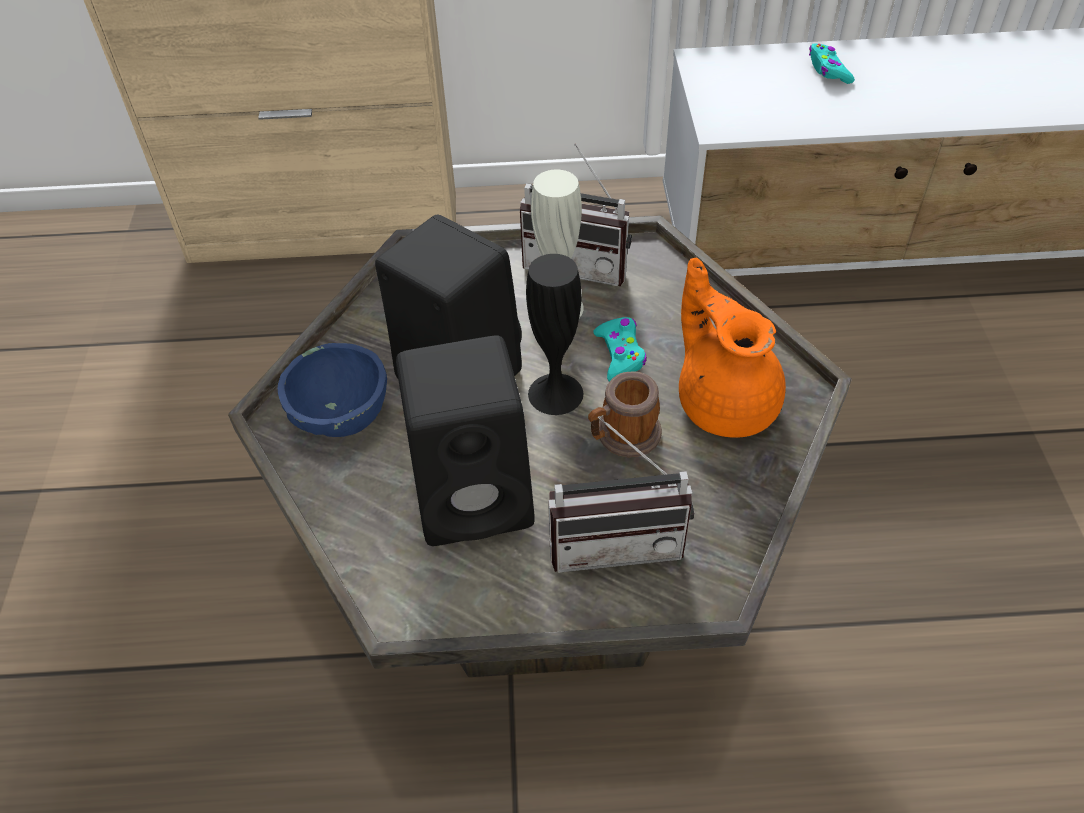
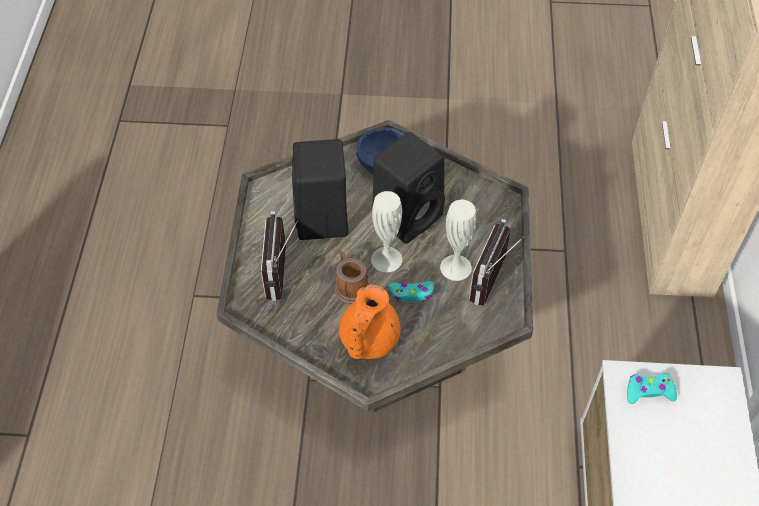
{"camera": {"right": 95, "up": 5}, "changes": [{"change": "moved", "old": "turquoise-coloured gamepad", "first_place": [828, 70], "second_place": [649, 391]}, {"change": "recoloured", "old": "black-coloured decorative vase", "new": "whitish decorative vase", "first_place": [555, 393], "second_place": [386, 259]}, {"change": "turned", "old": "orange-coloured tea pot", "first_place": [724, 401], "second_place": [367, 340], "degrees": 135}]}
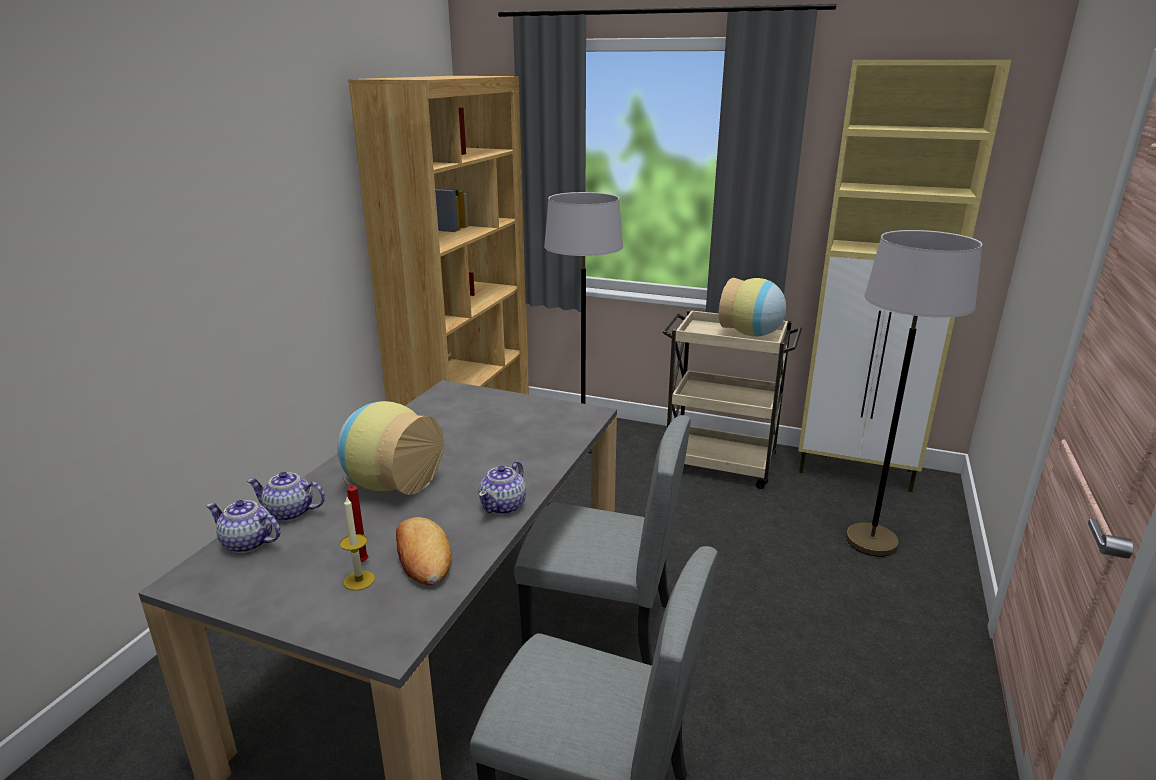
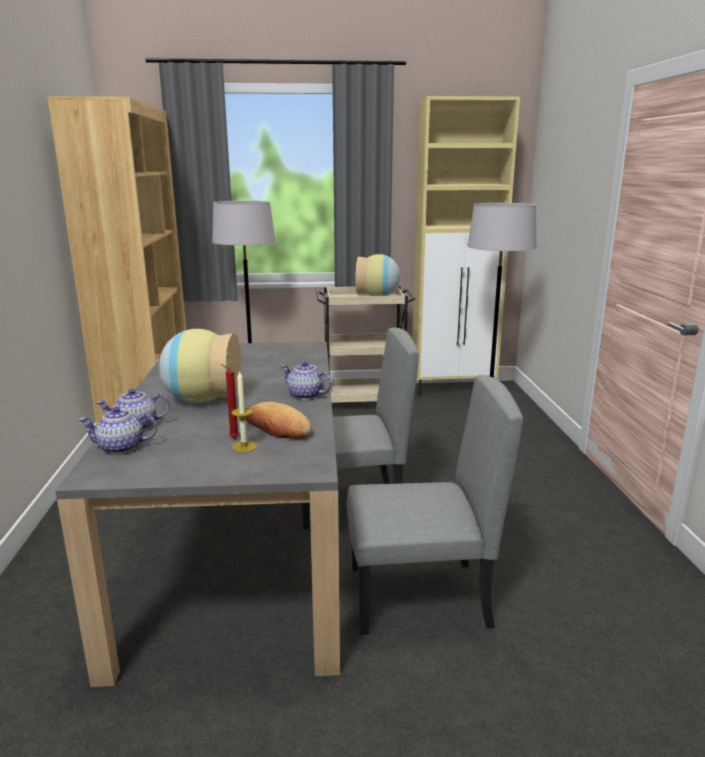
{"camera": {"right": -25, "up": -5}, "changes": [{"change": "turned", "old": "tea pot", "first_place": [504, 506], "second_place": [306, 395], "degrees": 120}]}
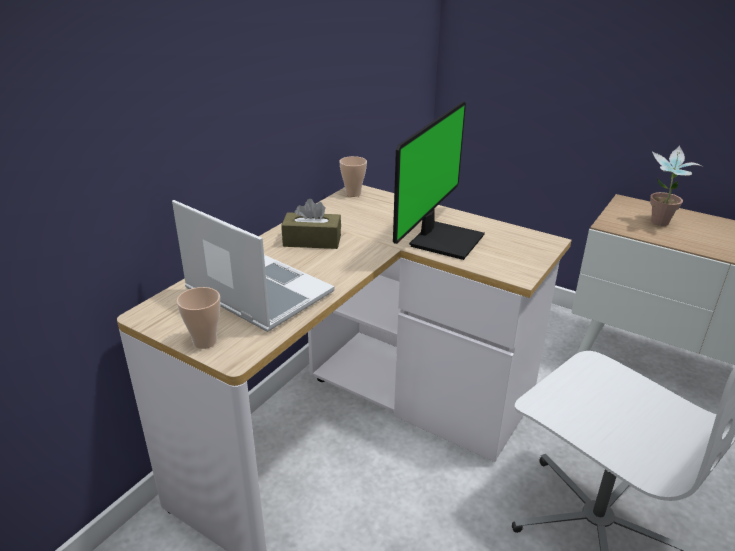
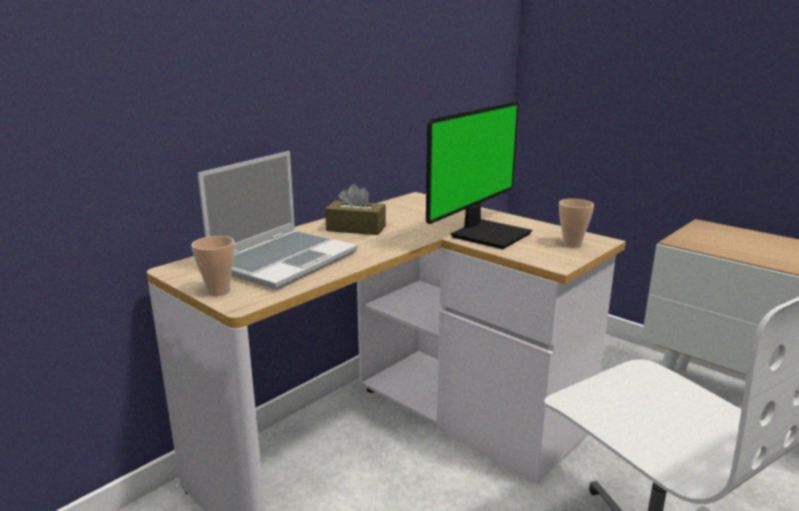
{"camera": {"right": 10, "up": -10}, "changes": [{"change": "removed", "old": "houseplant", "first_place": [659, 225]}, {"change": "moved", "old": "drinking cup", "first_place": [353, 194], "second_place": [572, 244]}, {"change": "turned", "old": "laptop", "first_place": [256, 292], "second_place": [284, 260], "degrees": 75}]}
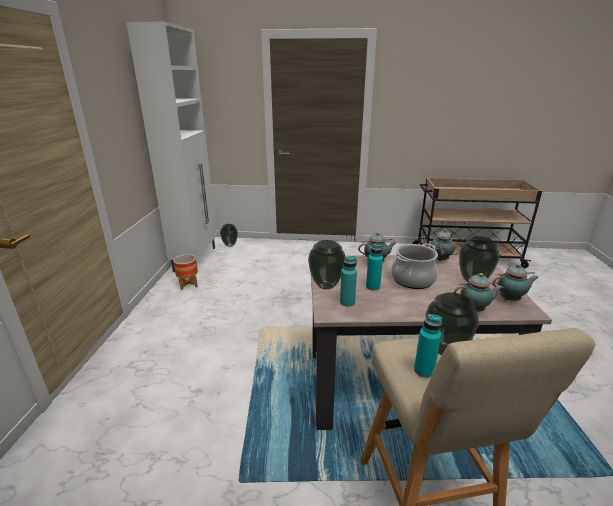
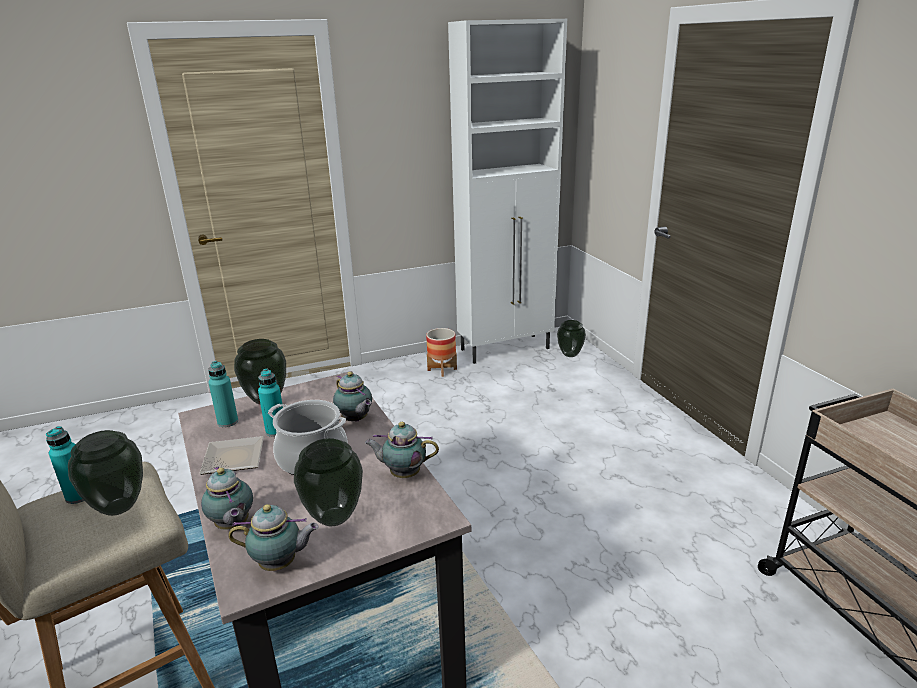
{"camera": {"right": 65, "up": 0}, "changes": [{"change": "added", "new": "dinner plate", "second_place": [231, 460]}, {"change": "turned", "old": "tea pot", "first_place": [511, 299], "second_place": [280, 564], "degrees": -60}]}
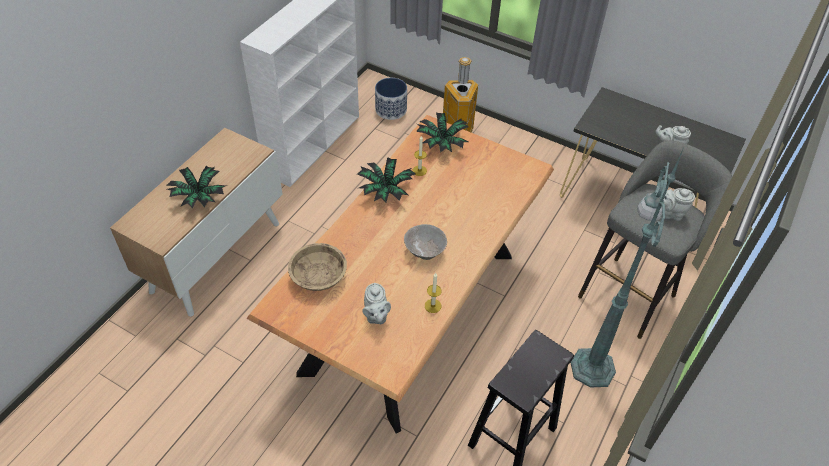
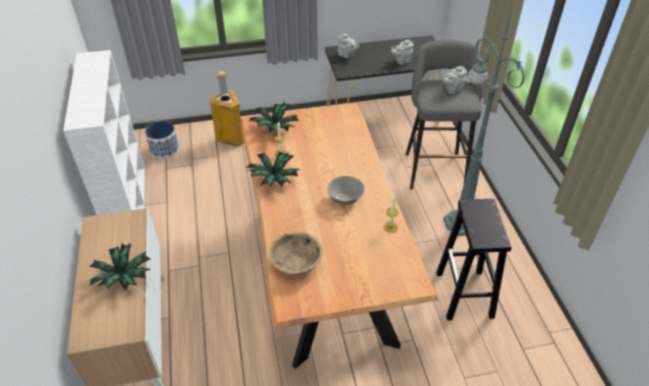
{"camera": {"right": -40, "up": -5}, "changes": [{"change": "moved", "old": "greyish tea pot", "first_place": [376, 316], "second_place": [347, 55]}]}
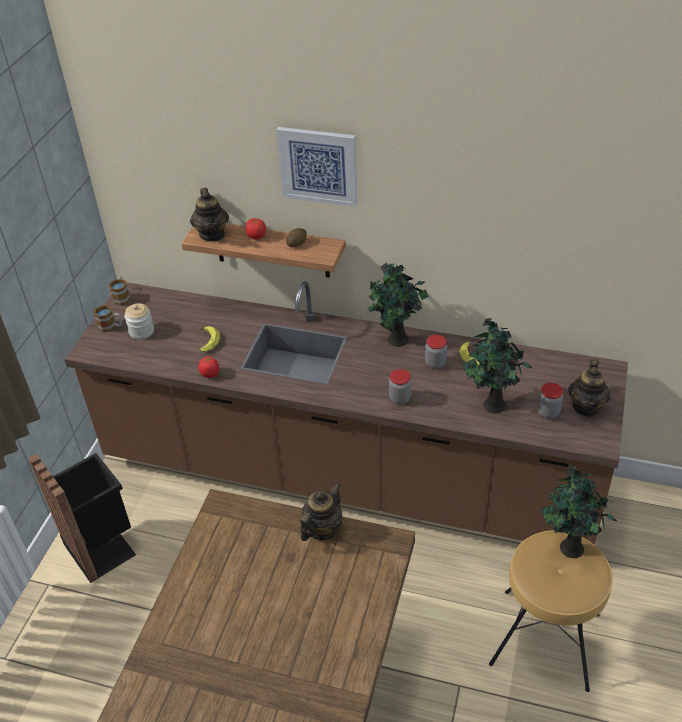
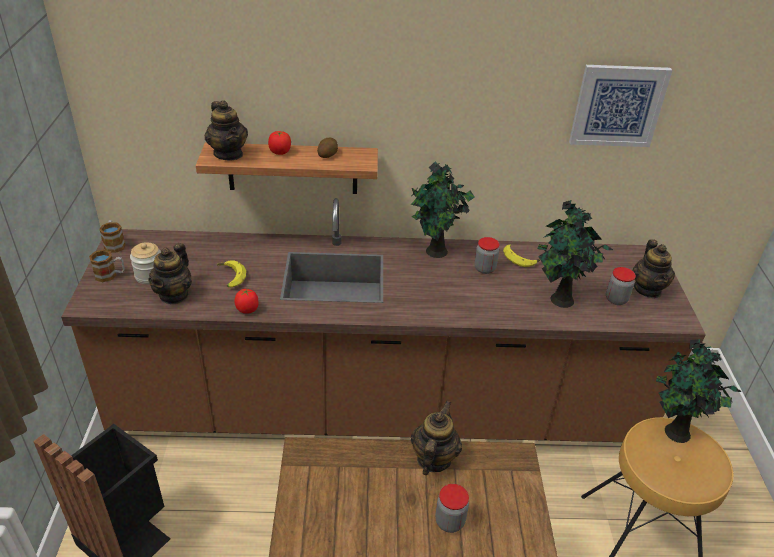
{"camera": {"right": -20, "up": -5}, "changes": [{"change": "added", "new": "tea pot", "second_place": [174, 295]}, {"change": "moved", "old": "wall art", "first_place": [318, 166], "second_place": [618, 105]}, {"change": "moved", "old": "jar", "first_place": [400, 398], "second_place": [449, 521]}]}
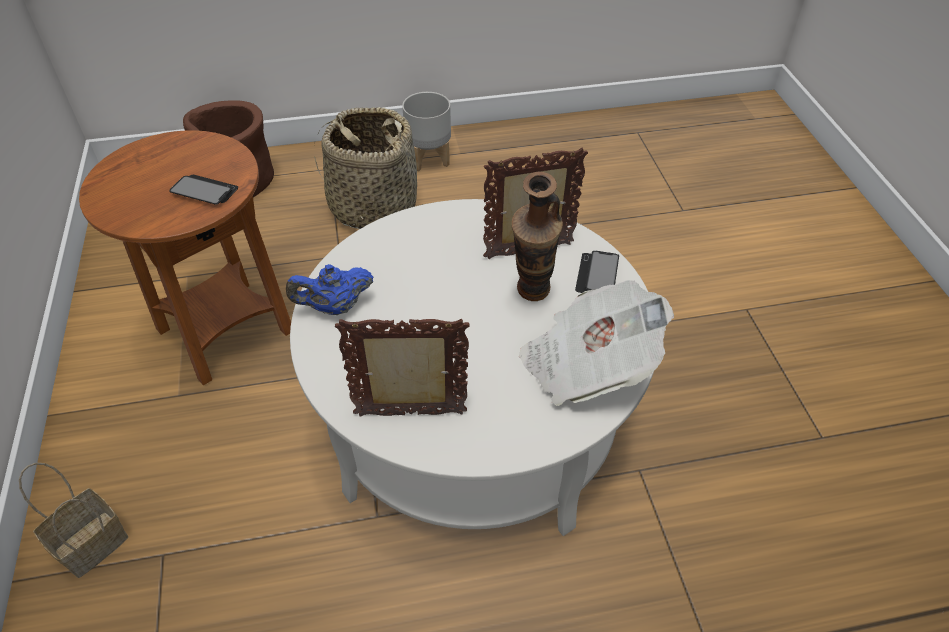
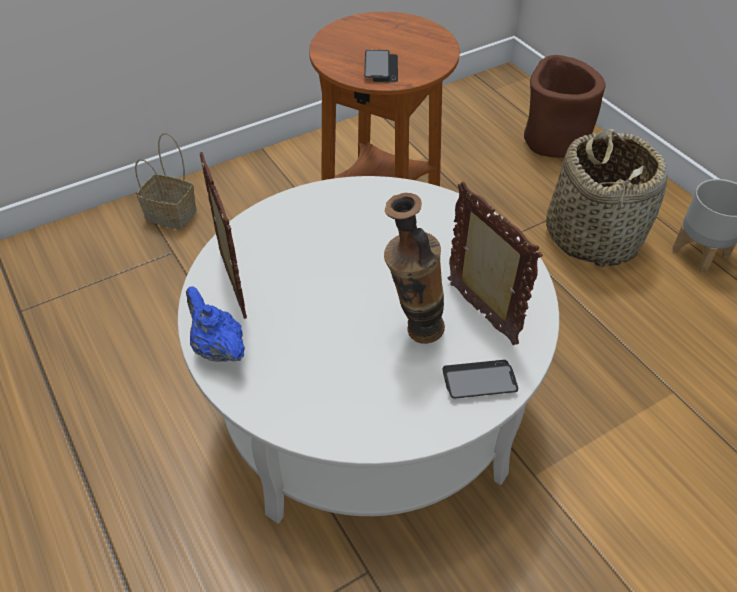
{"camera": {"right": 70, "up": 0}, "changes": [{"change": "removed", "old": "printed paper", "first_place": [588, 365]}, {"change": "moved", "old": "blue tea pot", "first_place": [334, 307], "second_place": [217, 348]}]}
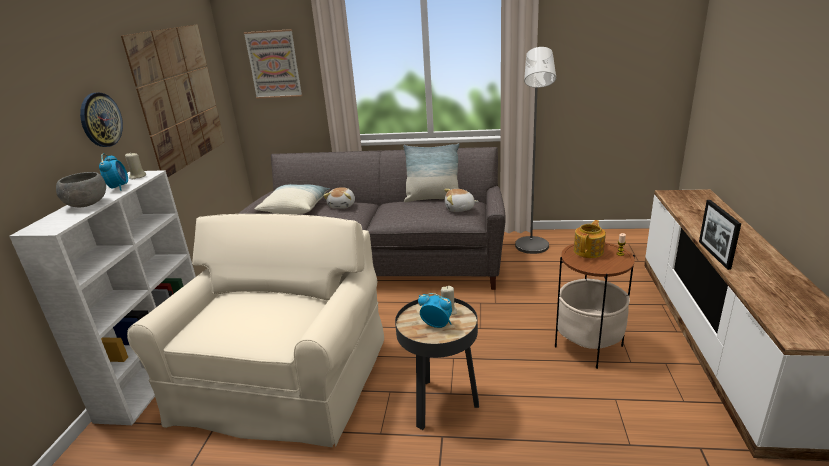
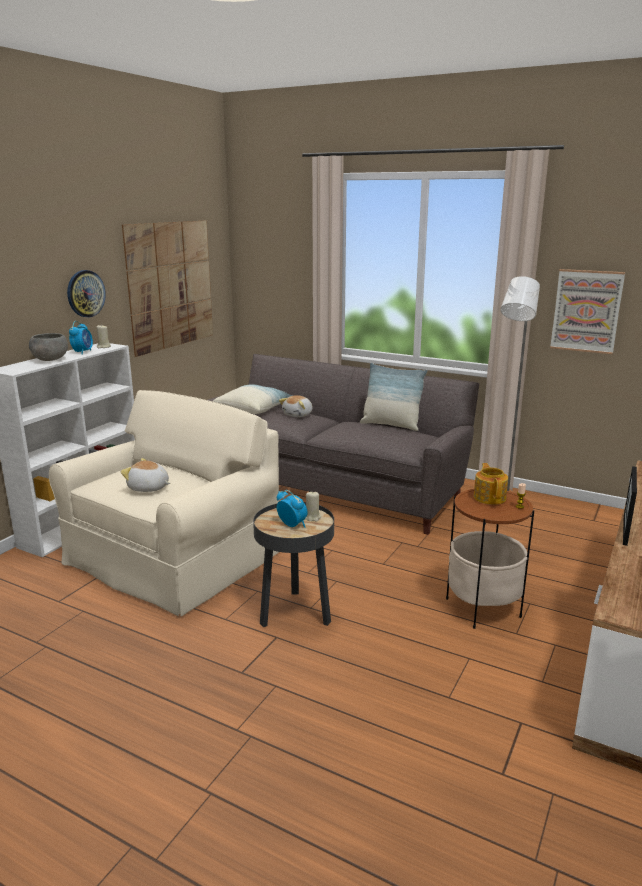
{"camera": {"right": 20, "up": -5}, "changes": [{"change": "moved", "old": "wall art", "first_place": [274, 64], "second_place": [586, 311]}, {"change": "moved", "old": "plush toy", "first_place": [459, 209], "second_place": [148, 488]}, {"change": "turned", "old": "tea pot", "first_place": [589, 251], "second_place": [490, 497], "degrees": -60}]}
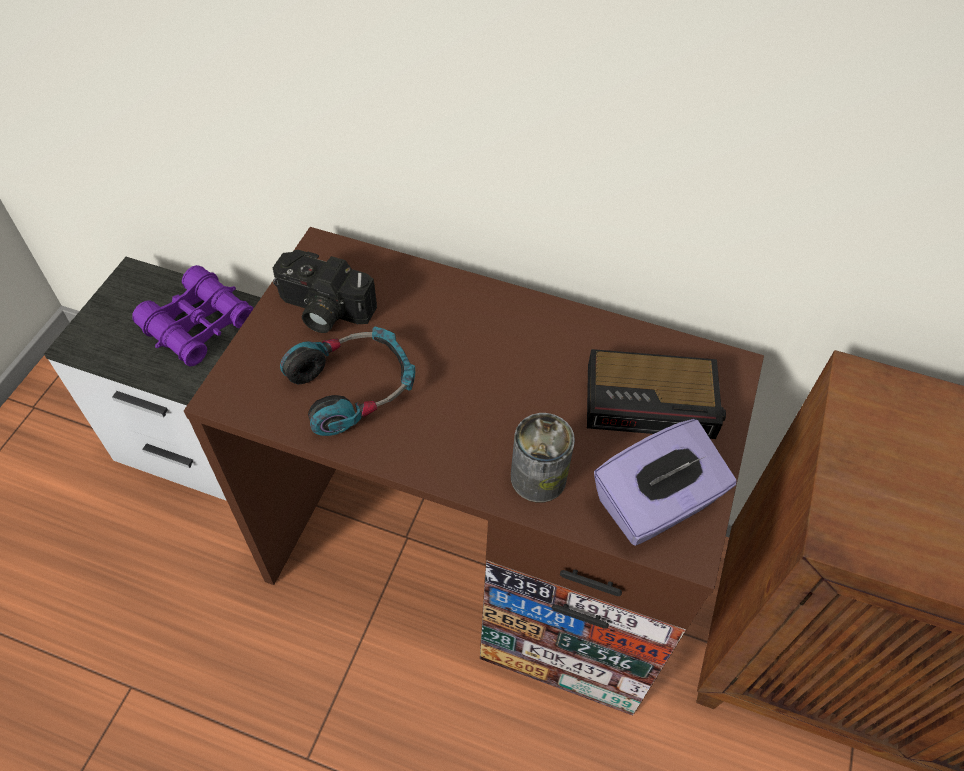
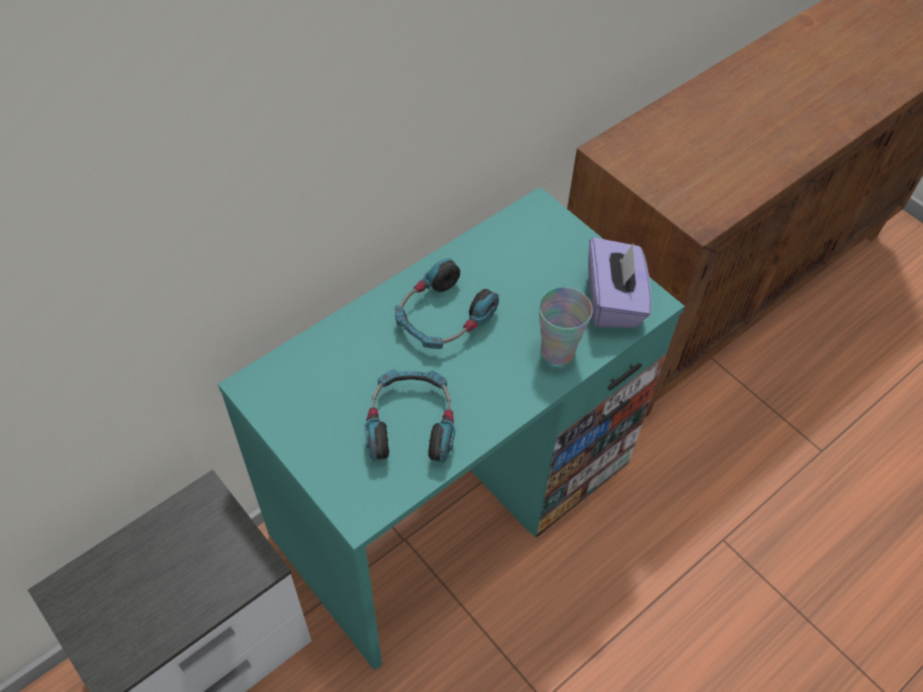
{"camera": {"right": -60, "up": 0}, "changes": [{"change": "removed", "old": "purplish field glasses", "first_place": [199, 325]}, {"change": "removed", "old": "still camera", "first_place": [322, 310]}, {"change": "removed", "old": "table clock", "first_place": [653, 401]}, {"change": "added", "new": "pair of headphones", "second_place": [443, 317]}, {"change": "replaced", "old": "metal can", "new": "drinking cup", "first_place": [538, 477], "second_place": [557, 351]}, {"change": "recoloured", "old": "brown-coloured desk unit", "new": "turquoise-coloured desk unit", "first_place": [476, 556], "second_place": [453, 498]}]}
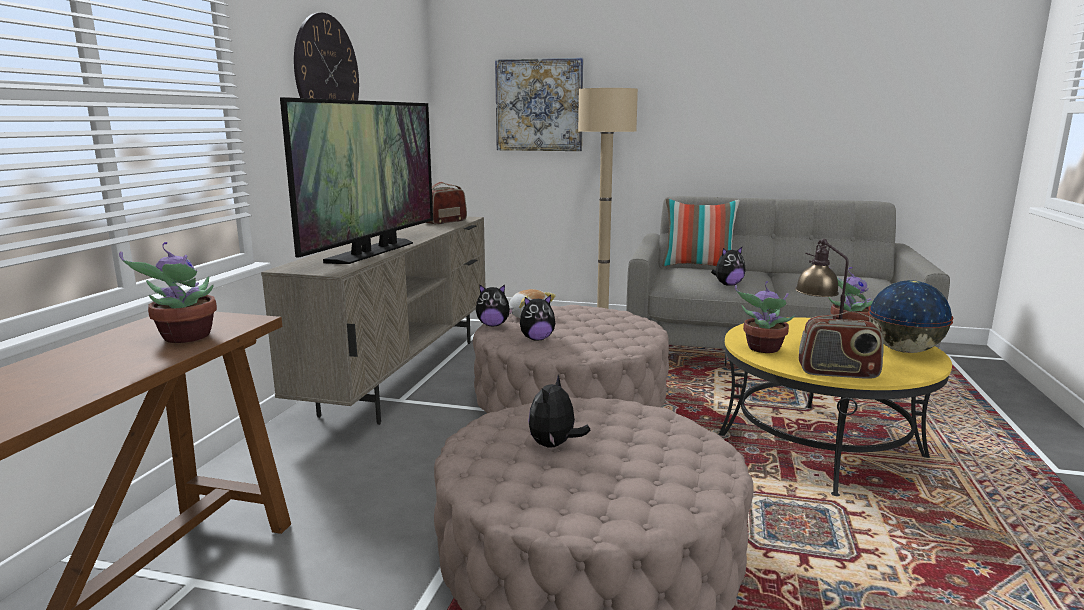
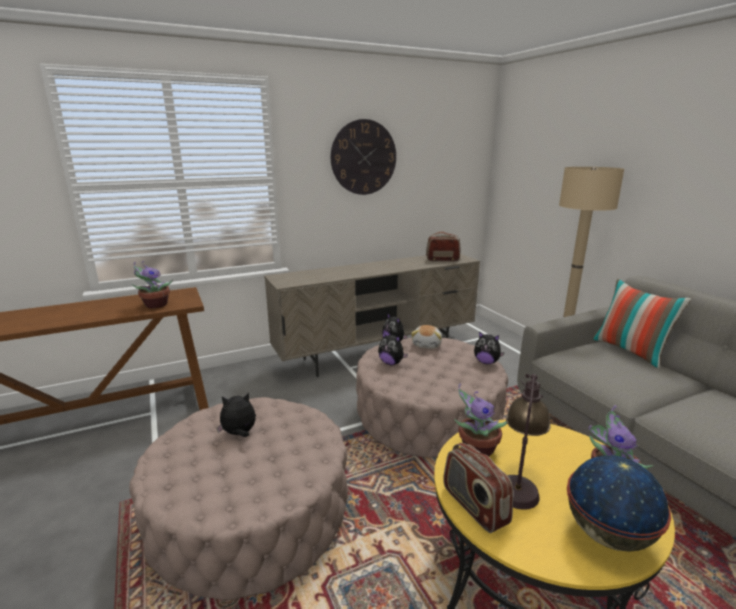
{"camera": {"right": 50, "up": 5}, "changes": [{"change": "removed", "old": "television", "first_place": [372, 252]}, {"change": "removed", "old": "wall art", "first_place": [539, 105]}, {"change": "moved", "old": "plush toy", "first_place": [728, 285], "second_place": [486, 362]}]}
